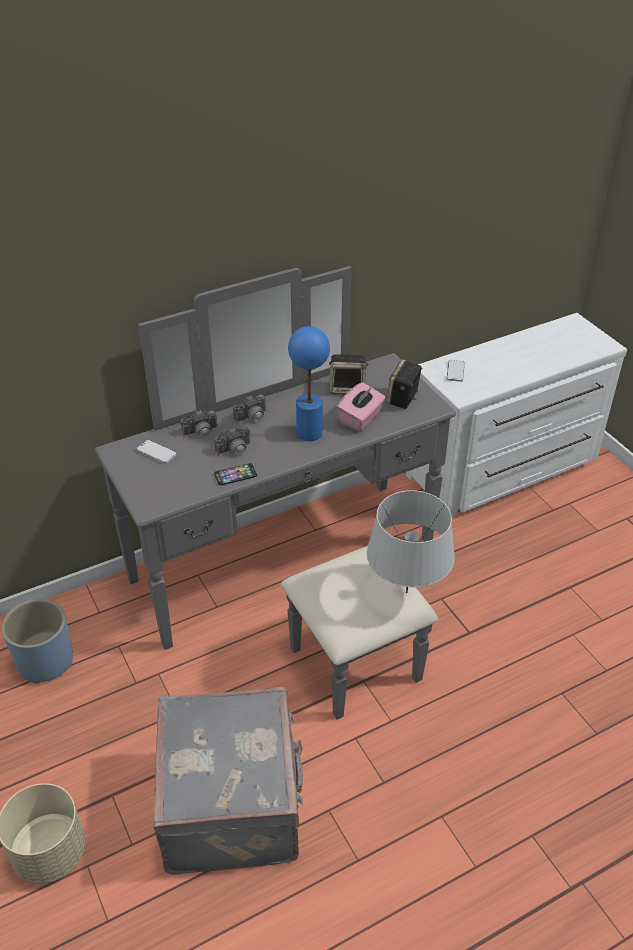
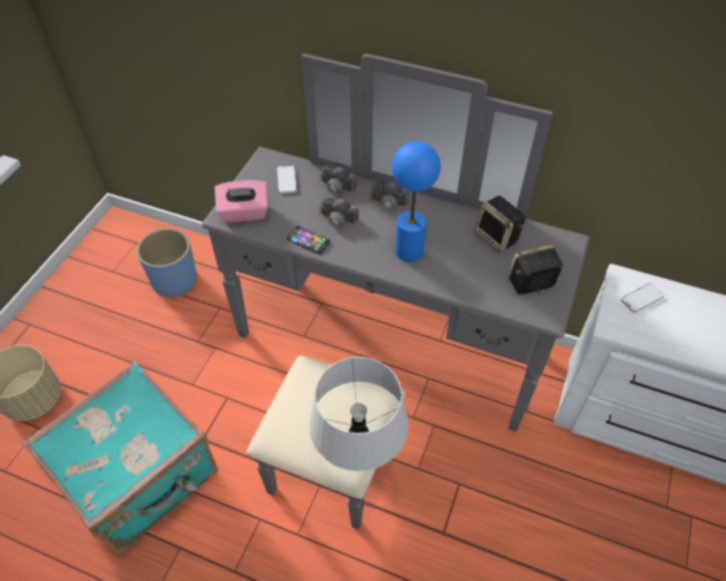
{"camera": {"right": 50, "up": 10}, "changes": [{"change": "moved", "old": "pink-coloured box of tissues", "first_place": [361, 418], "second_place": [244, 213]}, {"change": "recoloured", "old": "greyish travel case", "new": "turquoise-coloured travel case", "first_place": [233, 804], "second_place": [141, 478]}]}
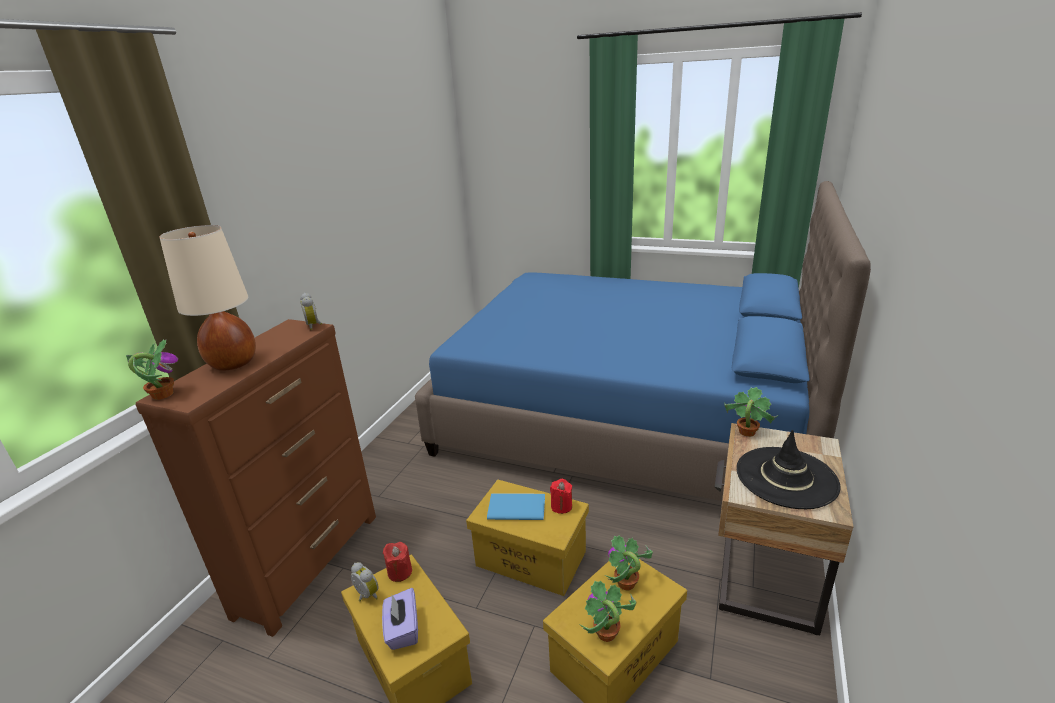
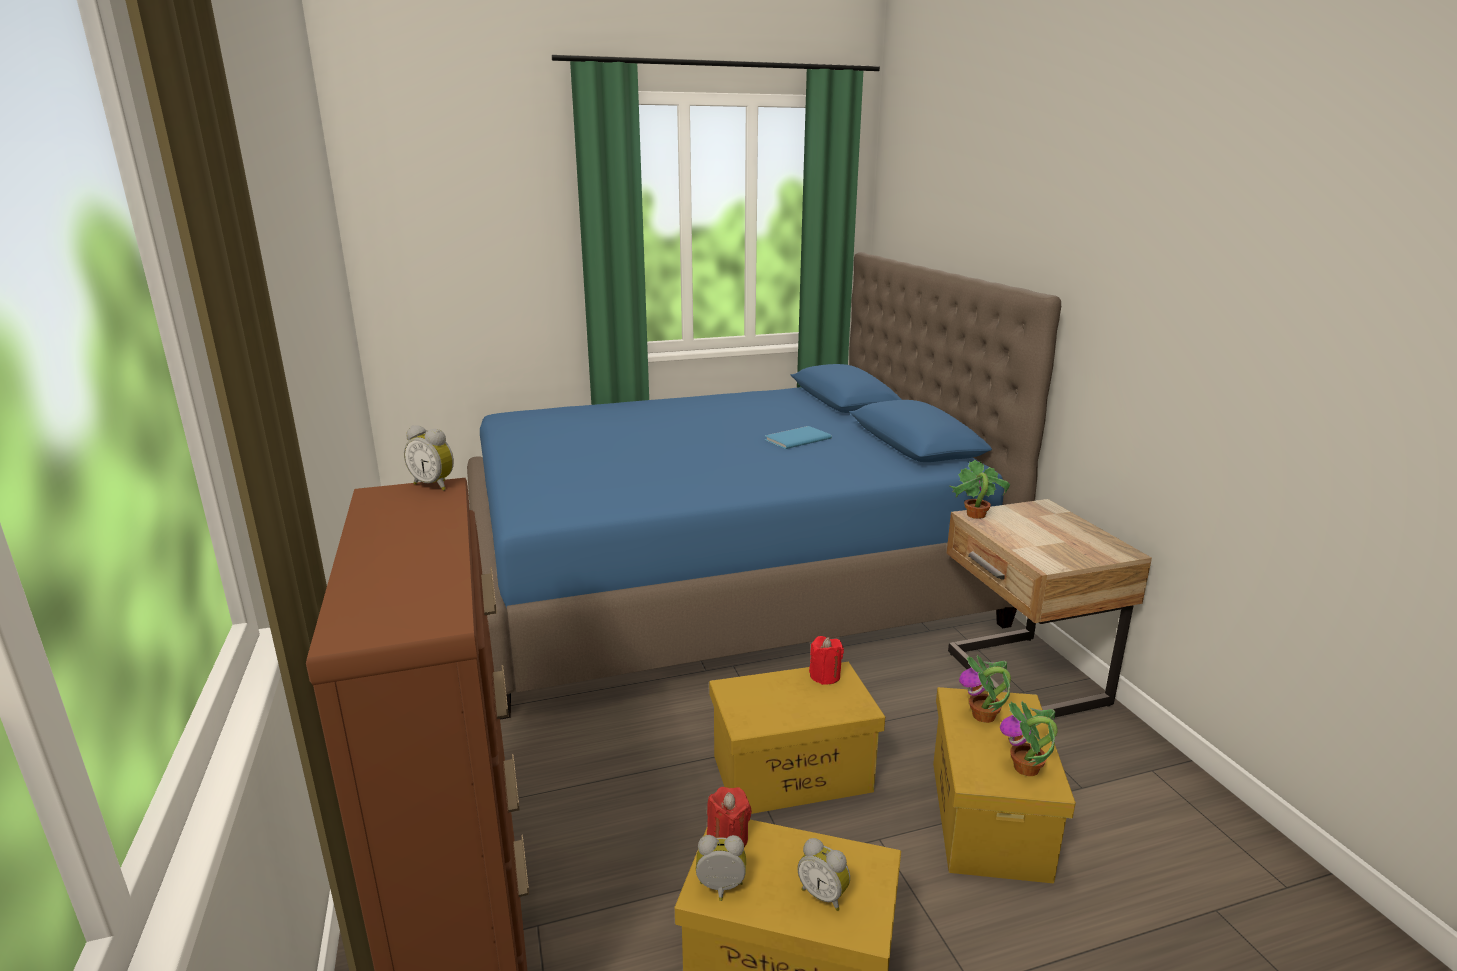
{"camera": {"right": -40, "up": -5}, "changes": [{"change": "removed", "old": "houseplant", "first_place": [162, 394]}, {"change": "removed", "old": "sand-coloured tabletop lamp", "first_place": [234, 363]}, {"change": "removed", "old": "black-coloured hat", "first_place": [786, 477]}, {"change": "moved", "old": "blue bound book", "first_place": [515, 507], "second_place": [795, 439]}, {"change": "replaced", "old": "purplish box of tissues", "new": "table clock", "first_place": [402, 630], "second_place": [824, 895]}]}
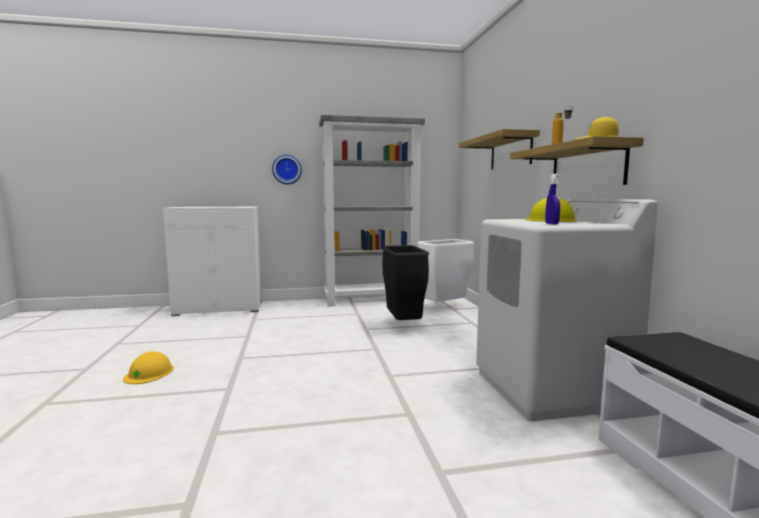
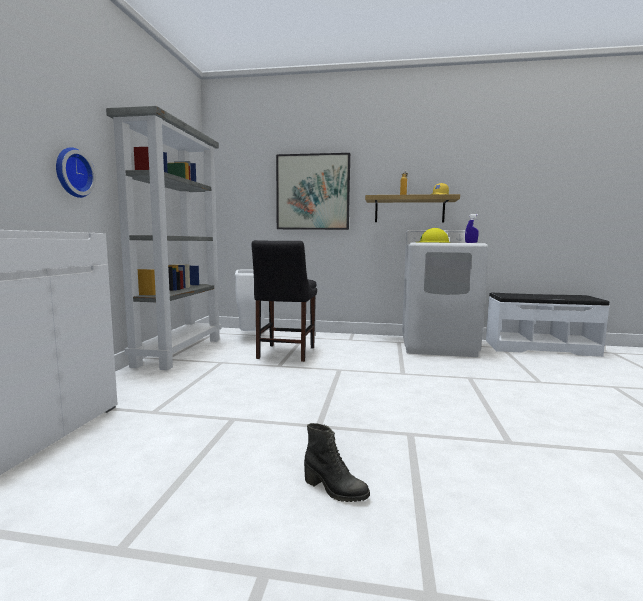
{"camera": {"right": -70, "up": 0}, "changes": [{"change": "replaced", "old": "yellow-coloured hard hat", "new": "black-coloured tall boot", "first_place": [149, 373], "second_place": [334, 490]}, {"change": "replaced", "old": "black-coloured waste bin", "new": "black-coloured upright chair", "first_place": [403, 325], "second_place": [285, 354]}, {"change": "replaced", "old": "shelf", "new": "wall art", "first_place": [510, 152], "second_place": [313, 192]}]}
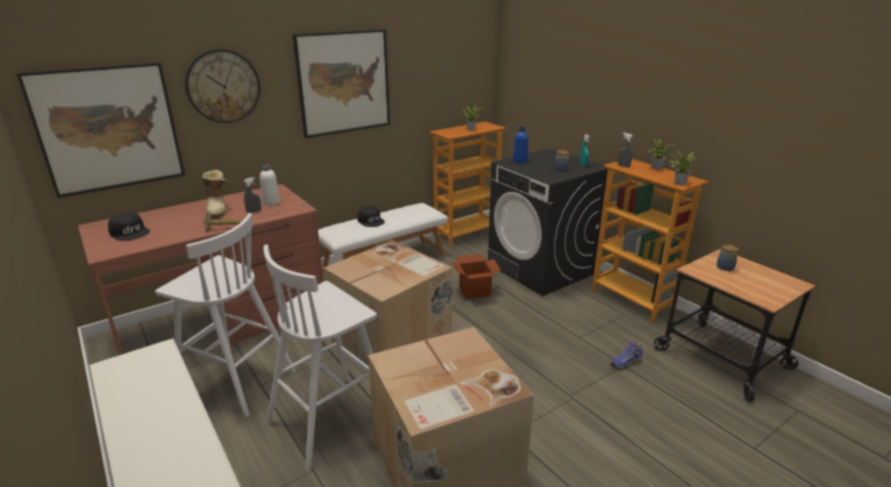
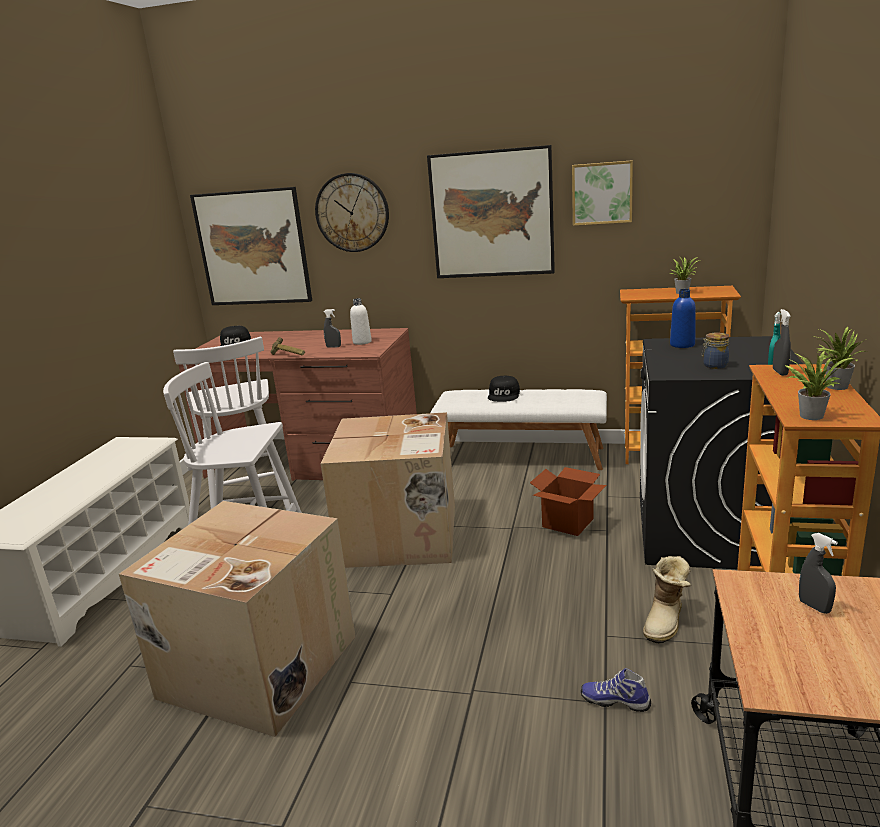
{"camera": {"right": 50, "up": -5}, "changes": [{"change": "added", "new": "wall art", "second_place": [602, 193]}, {"change": "moved", "old": "tall boot", "first_place": [218, 209], "second_place": [666, 622]}, {"change": "replaced", "old": "jar", "new": "greyish hand sprayer", "first_place": [725, 268], "second_place": [814, 606]}]}
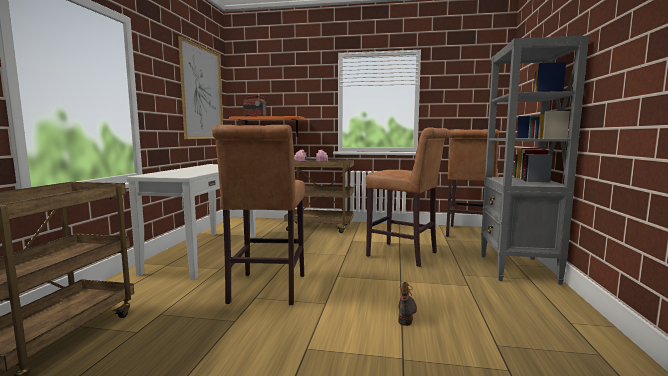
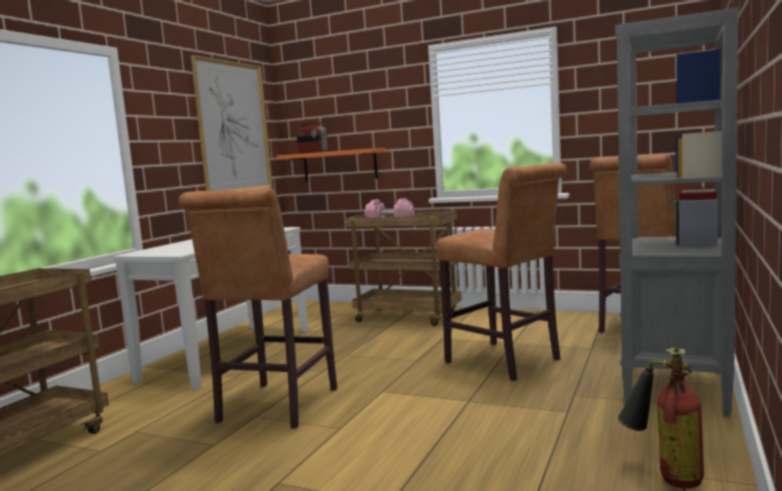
{"camera": {"right": 15, "up": 0}, "changes": [{"change": "removed", "old": "tall boot", "first_place": [407, 313]}, {"change": "added", "new": "extinguisher", "second_place": [664, 475]}]}
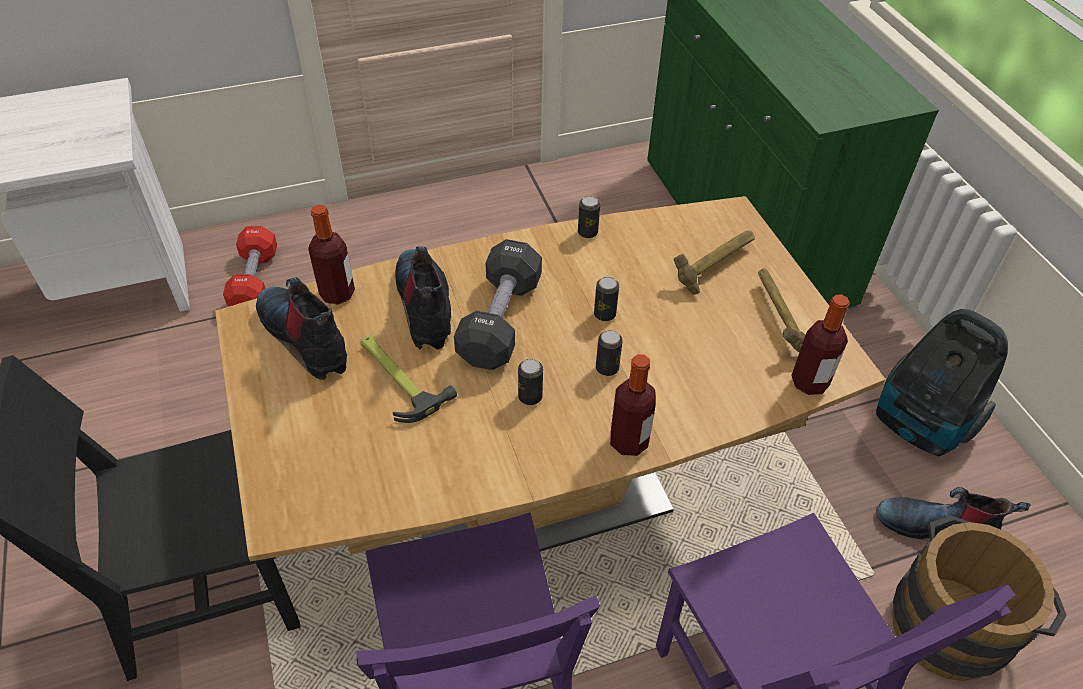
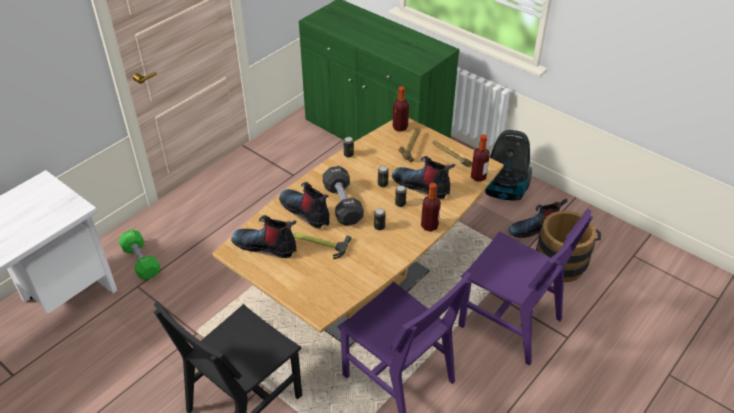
{"camera": {"right": -30, "up": -5}, "changes": [{"change": "added", "new": "tall boot", "second_place": [422, 186]}, {"change": "moved", "old": "bottle", "first_place": [337, 294], "second_place": [400, 127]}, {"change": "recoloured", "old": "red-coloured free weight", "new": "green free weight", "first_place": [255, 281], "second_place": [141, 261]}]}
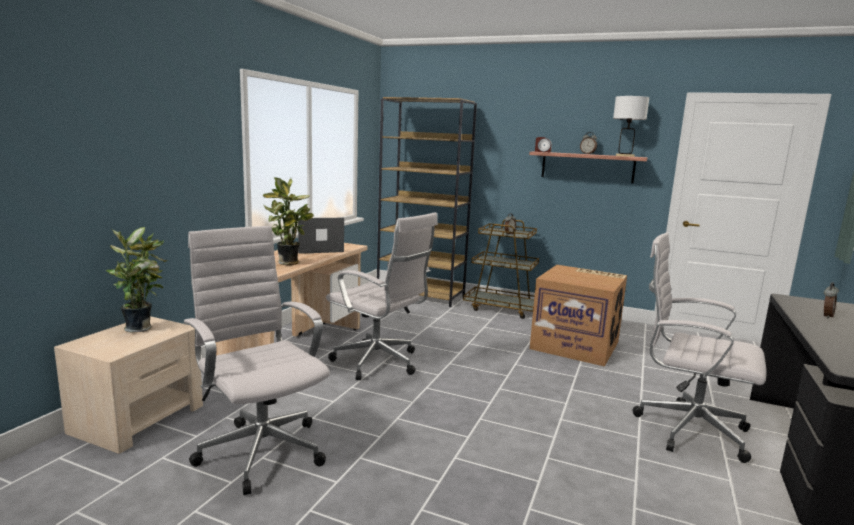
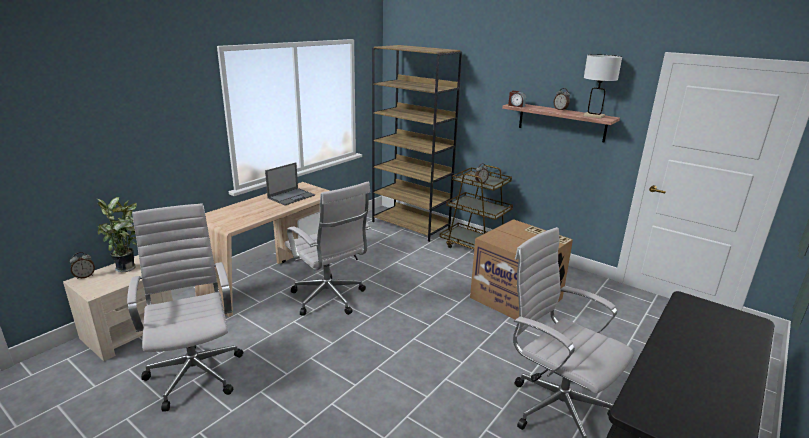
{"camera": {"right": 15, "up": 10}, "changes": [{"change": "removed", "old": "houseplant", "first_place": [289, 263]}, {"change": "moved", "old": "table clock", "first_place": [826, 316], "second_place": [85, 276]}, {"change": "turned", "old": "laptop", "first_place": [318, 249], "second_place": [291, 196], "degrees": 135}]}
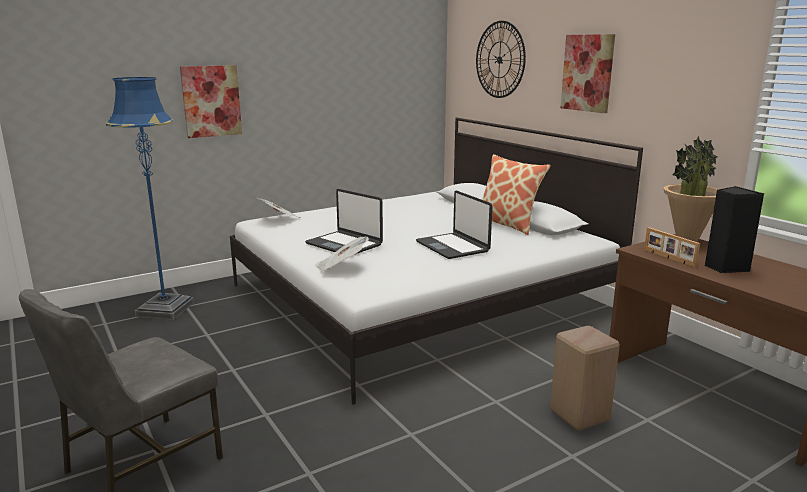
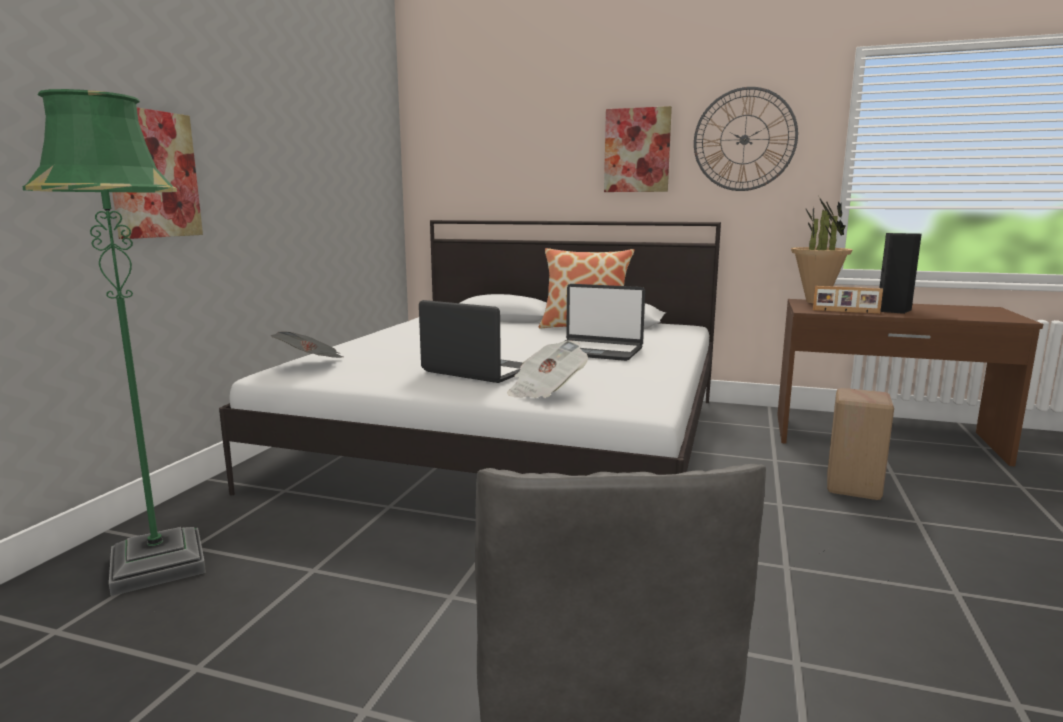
{"camera": {"right": -40, "up": -5}, "changes": [{"change": "moved", "old": "wall clock", "first_place": [499, 59], "second_place": [744, 139]}, {"change": "recoloured", "old": "blue standard lamp", "new": "green standard lamp", "first_place": [165, 309], "second_place": [158, 565]}, {"change": "turned", "old": "laptop", "first_place": [344, 244], "second_place": [478, 371], "degrees": -150}]}
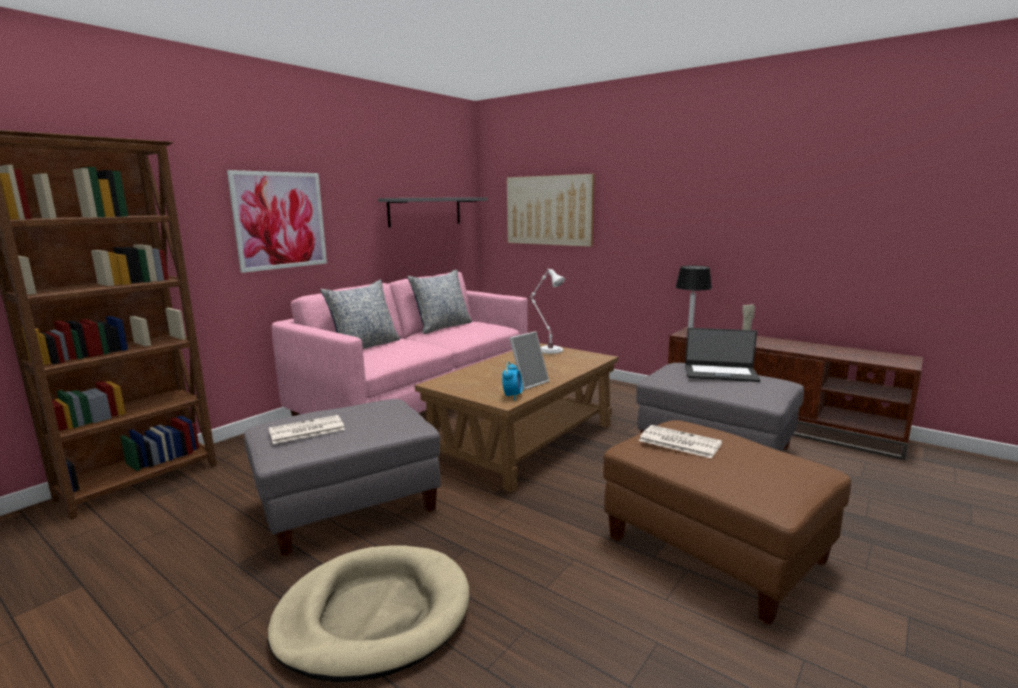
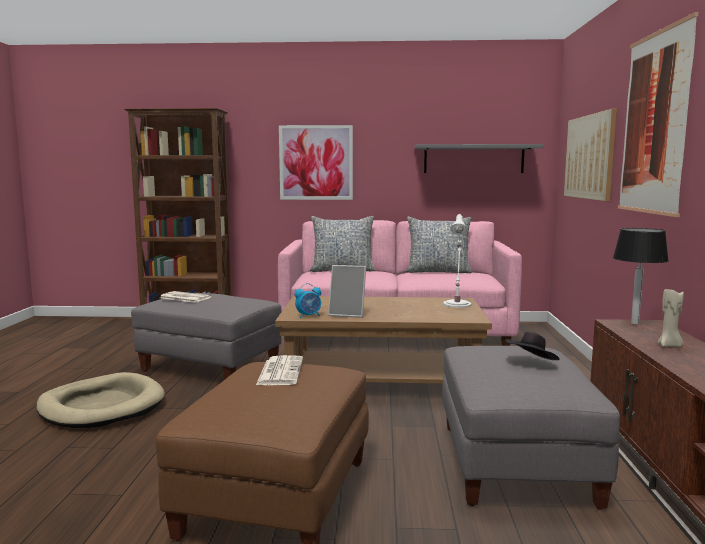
{"camera": {"right": 55, "up": -5}, "changes": [{"change": "added", "new": "wall art", "second_place": [654, 123]}, {"change": "replaced", "old": "laptop", "new": "black-coloured hat", "first_place": [720, 373], "second_place": [531, 363]}]}
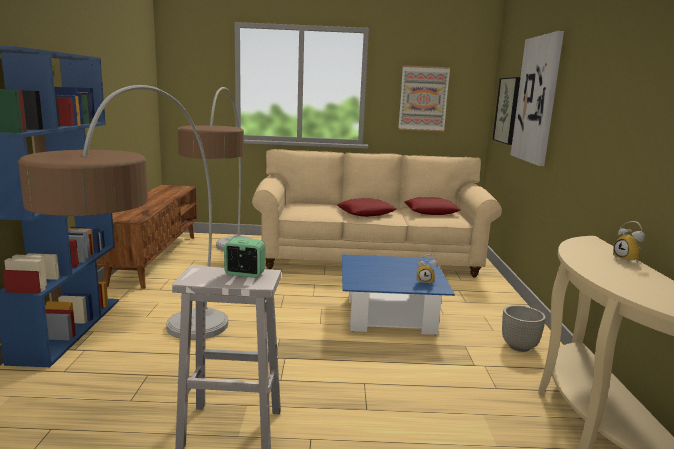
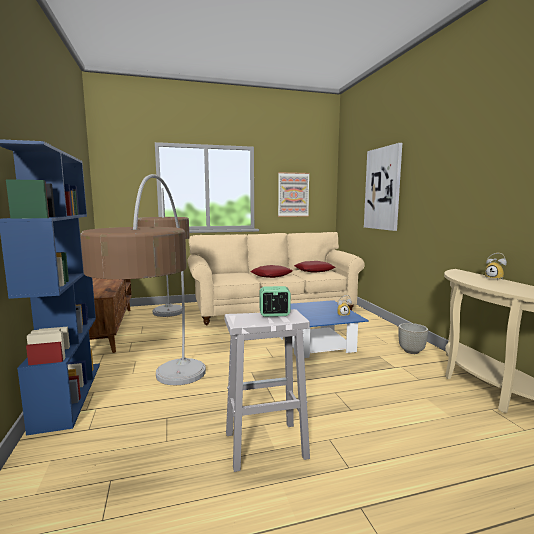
{"camera": {"right": -15, "up": -5}, "changes": [{"change": "removed", "old": "wall art", "first_place": [507, 110]}]}
